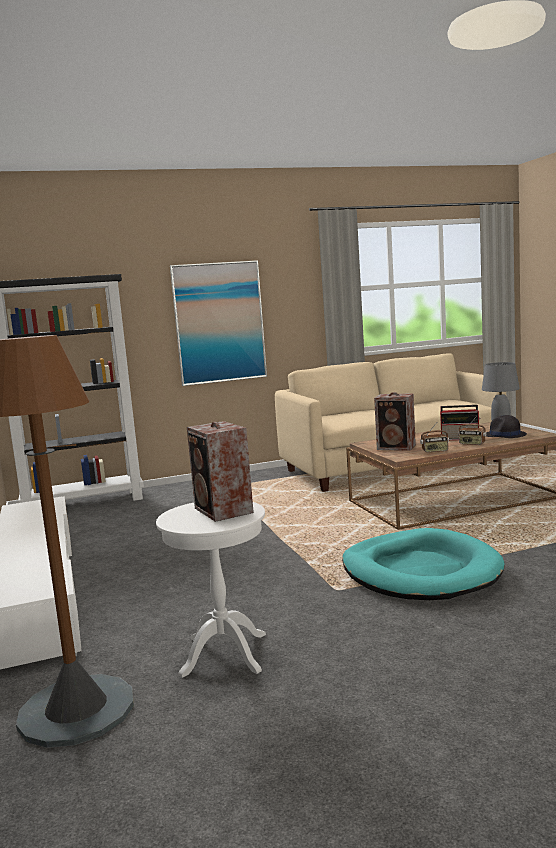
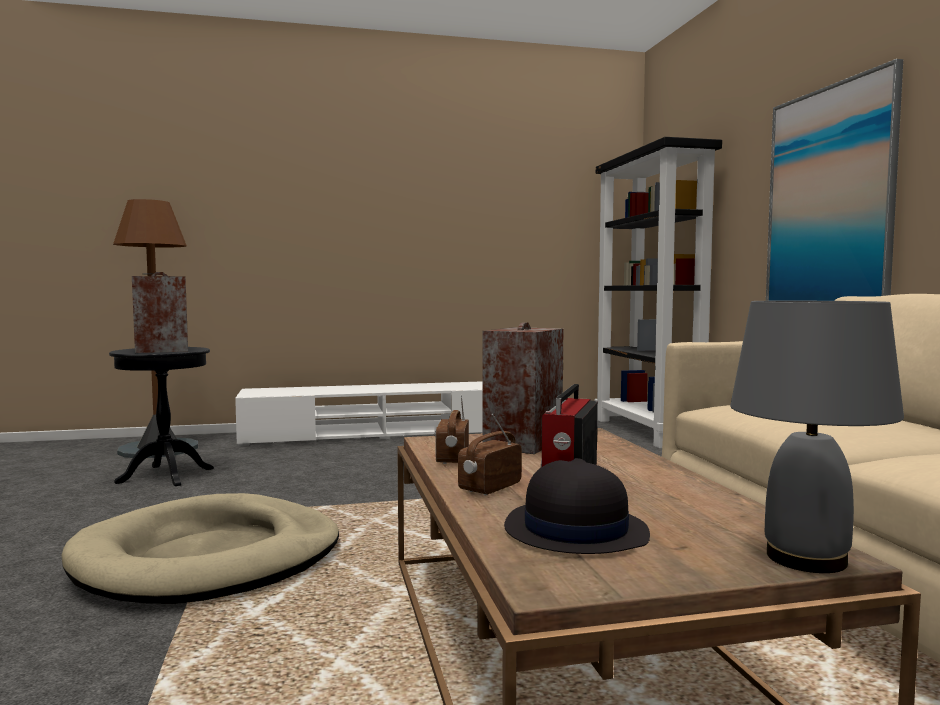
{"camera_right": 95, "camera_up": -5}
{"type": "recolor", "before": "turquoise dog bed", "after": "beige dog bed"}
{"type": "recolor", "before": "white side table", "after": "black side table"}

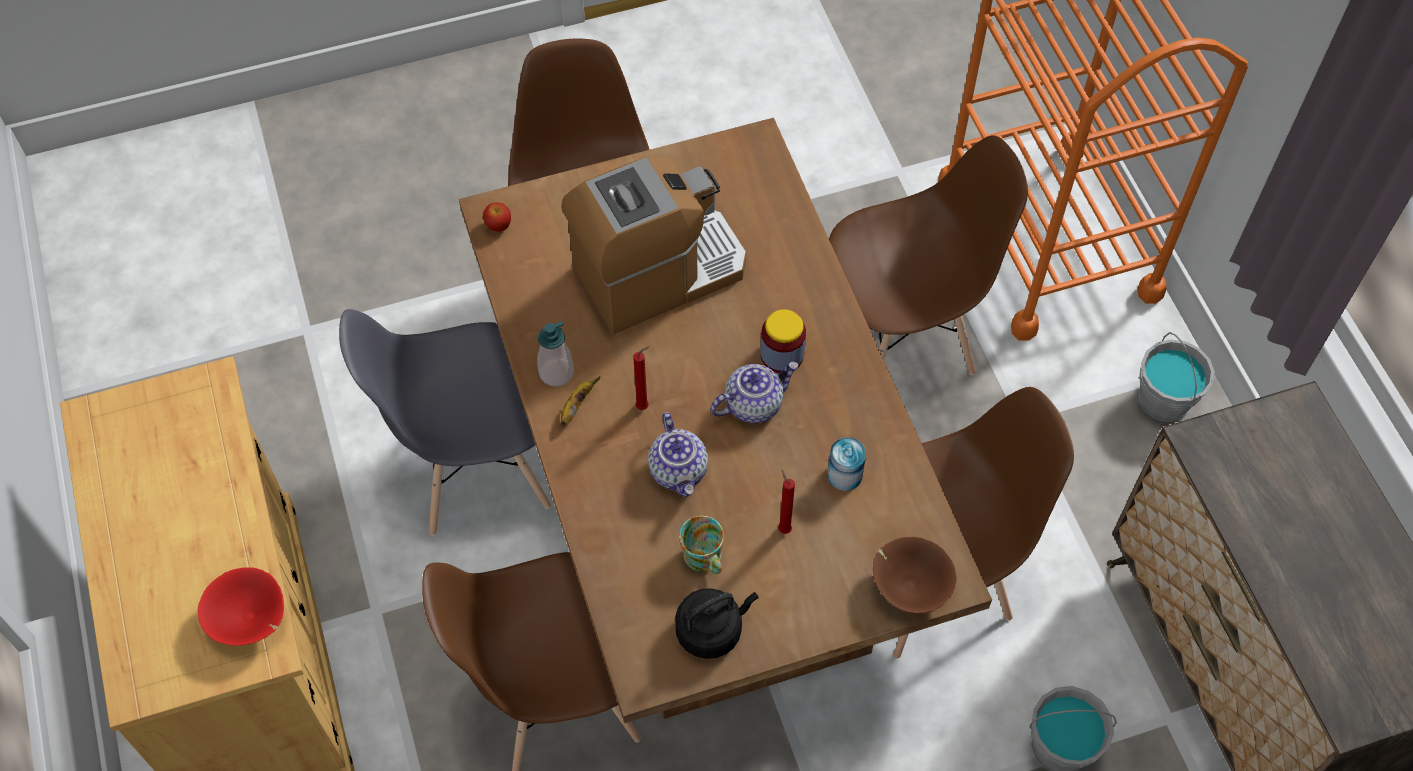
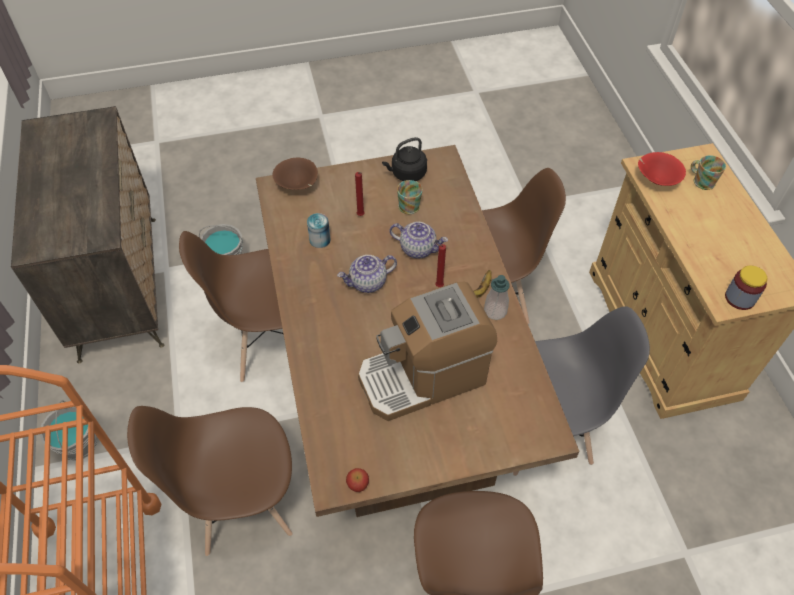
{"camera_right": -175, "camera_up": -5}
{"type": "move", "before": "apple"}
{"type": "rotate", "before": "teapot (1st from left in the first image)", "turn": 120}
{"type": "insert", "after": "mug (2nd from left)"}
{"type": "move", "before": "jar"}

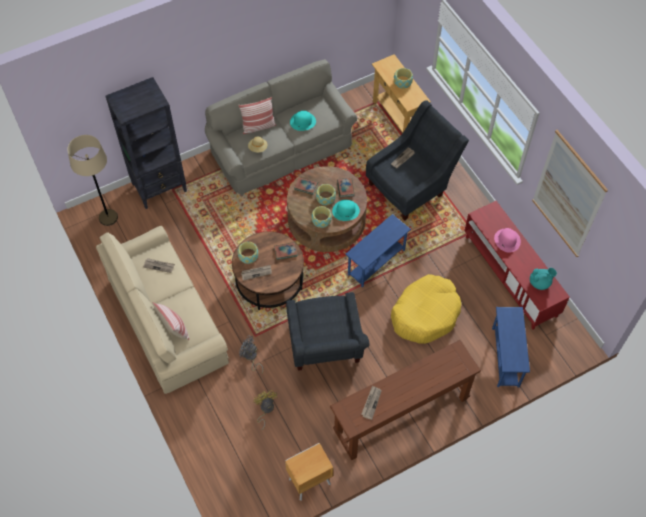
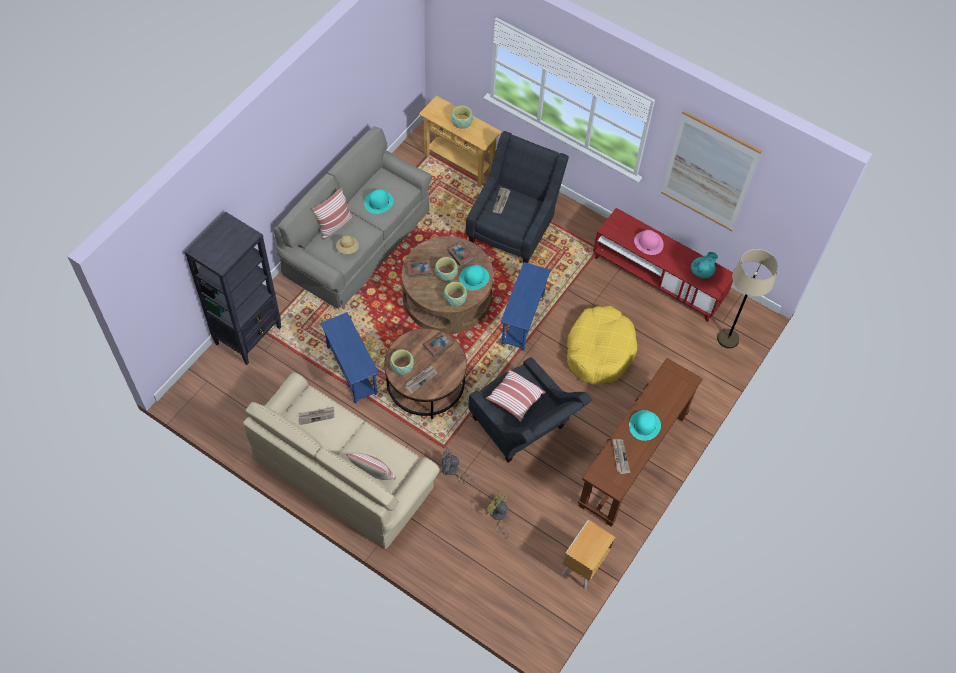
{"camera_right": -30, "camera_up": 0}
{"type": "move", "before": "blue side table (2nd from left in the first image)", "after": "blue side table (1st from left)"}
{"type": "insert", "after": "pillow (3rd from left)"}
{"type": "insert", "after": "turquoise hat (3rd from left)"}
{"type": "move", "before": "beige floor lamp"}

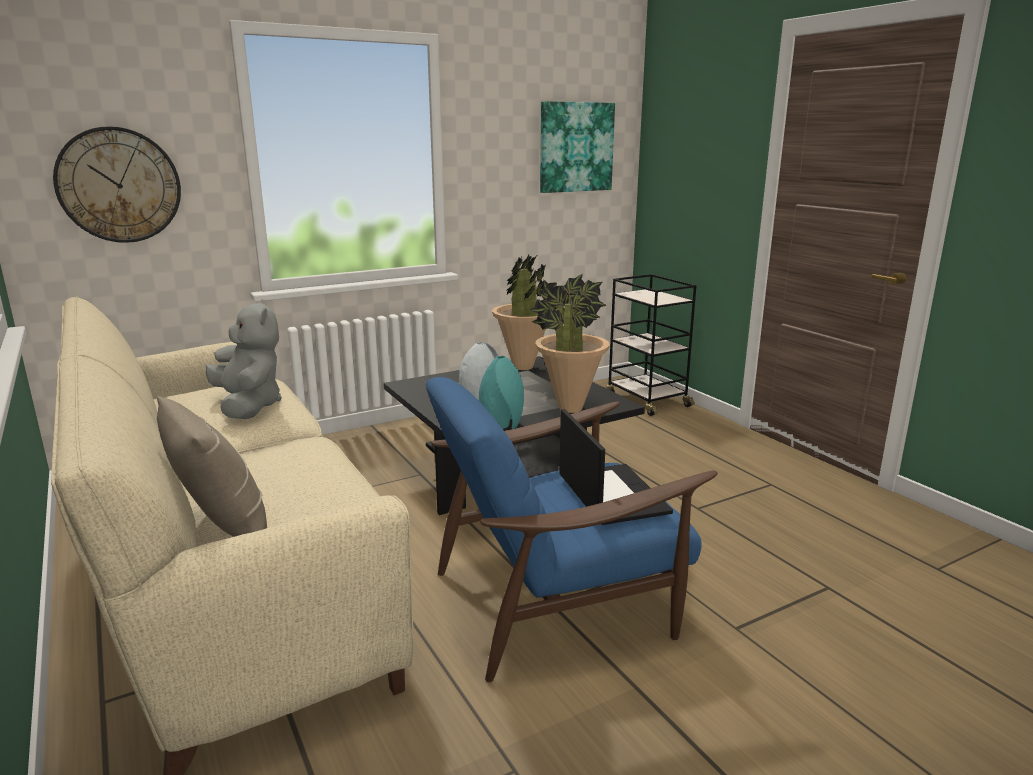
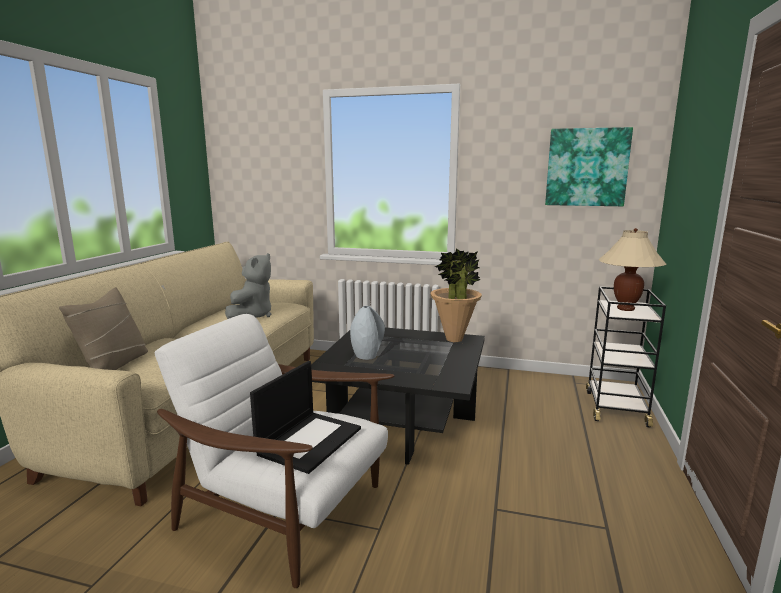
{"camera_right": 45, "camera_up": -5}
{"type": "recolor", "before": "blue armchair", "after": "white armchair"}
{"type": "insert", "after": "beige table lamp"}
{"type": "delete", "before": "wall clock"}
{"type": "delete", "before": "turquoise vase"}
{"type": "delete", "before": "potted plant (2nd from left)"}

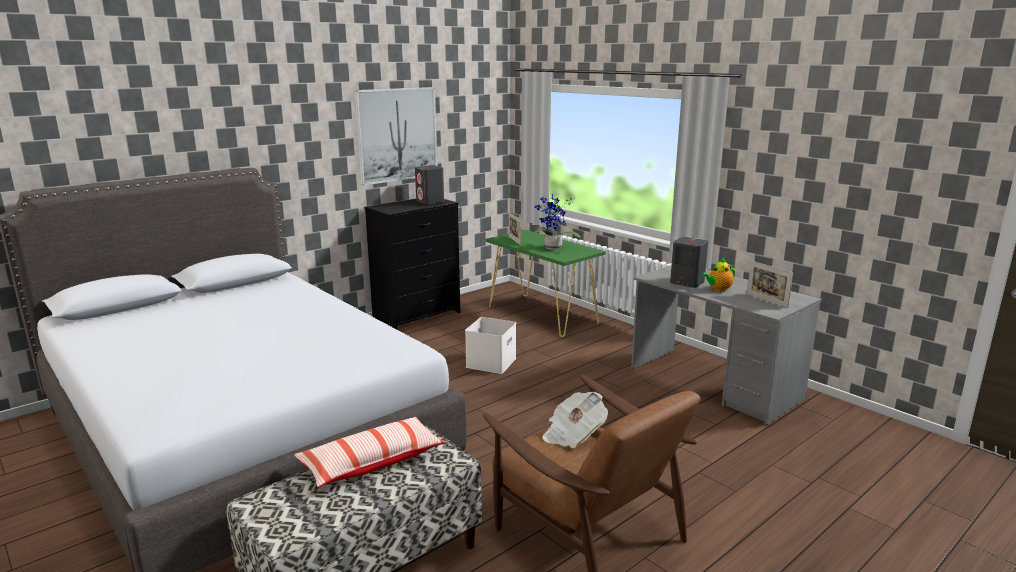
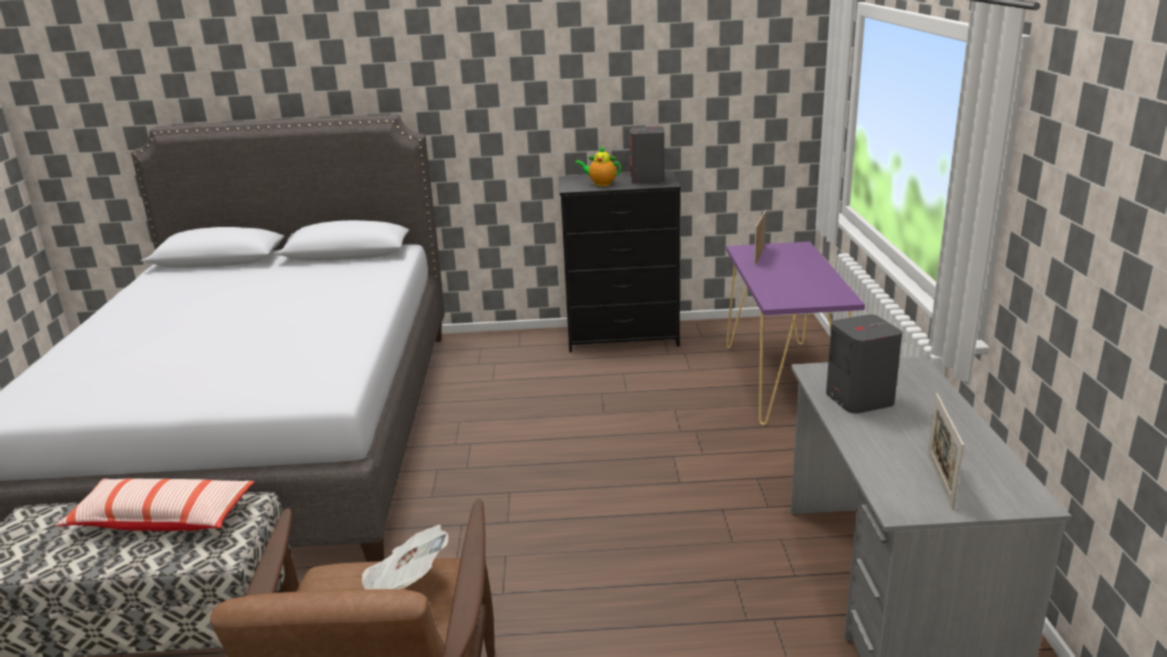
{"camera_right": 40, "camera_up": 5}
{"type": "move", "before": "teapot"}
{"type": "recolor", "before": "green console table", "after": "purple console table"}
{"type": "delete", "before": "picture"}
{"type": "delete", "before": "white storage box"}
{"type": "delete", "before": "potted plant"}

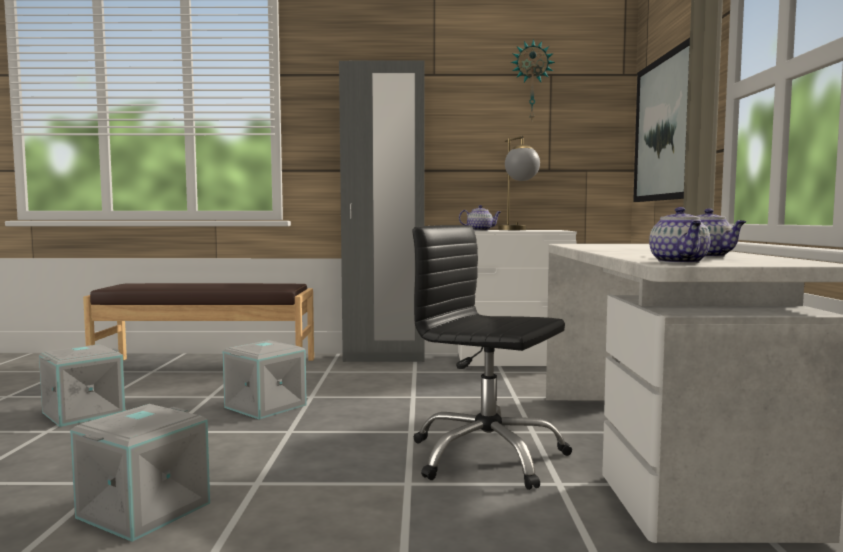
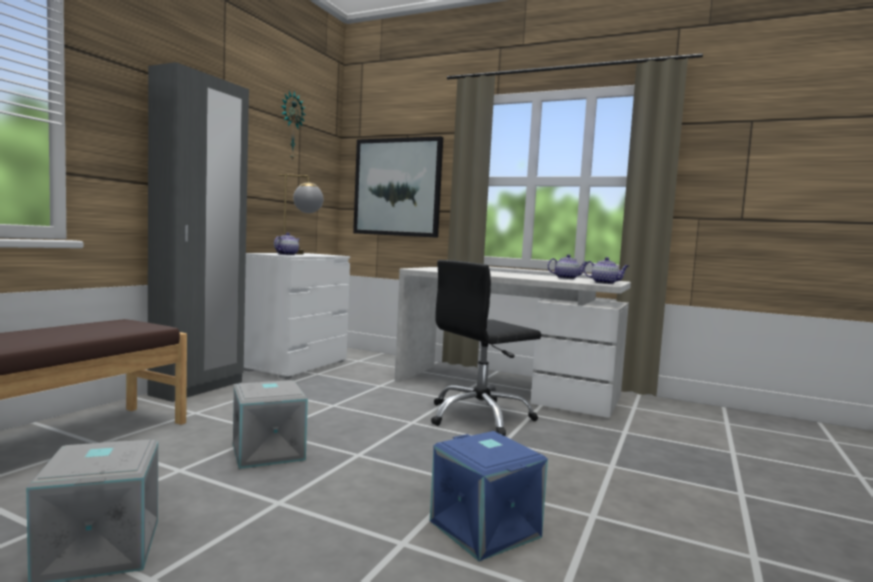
{"camera_right": -65, "camera_up": 0}
{"type": "recolor", "before": "grey storage box (2nd from left)", "after": "blue storage box"}

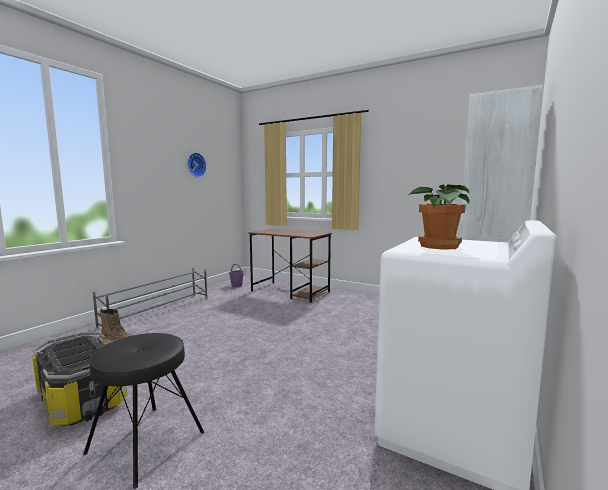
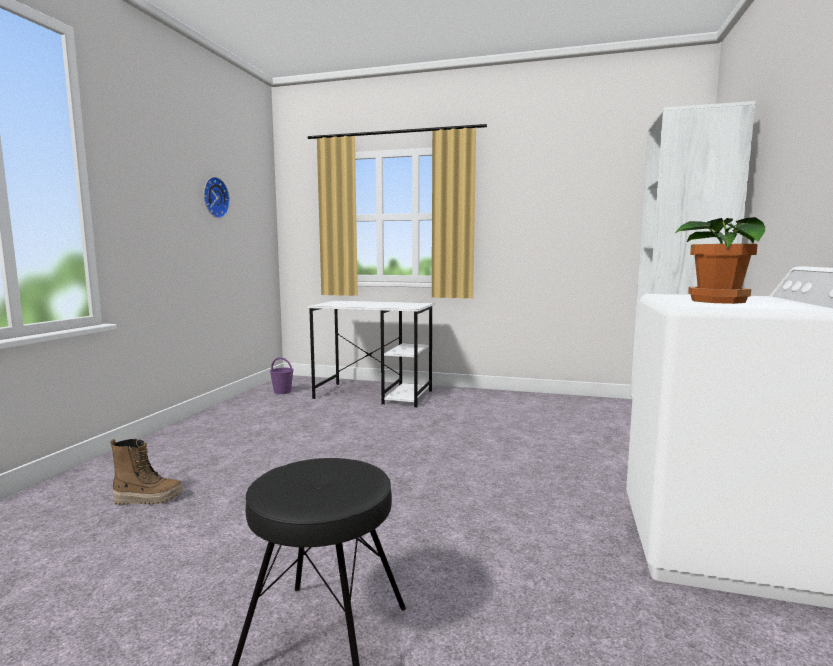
{"camera_right": -15, "camera_up": 0}
{"type": "recolor", "before": "brown desk", "after": "white desk"}
{"type": "delete", "before": "storage box"}
{"type": "delete", "before": "grey shoe rack"}

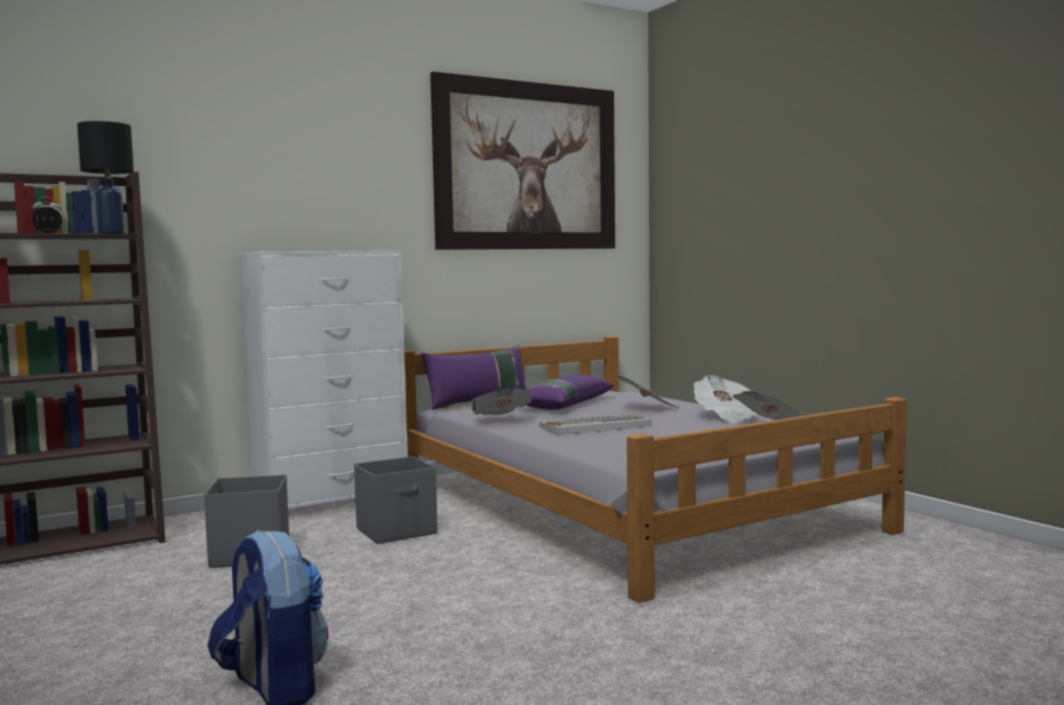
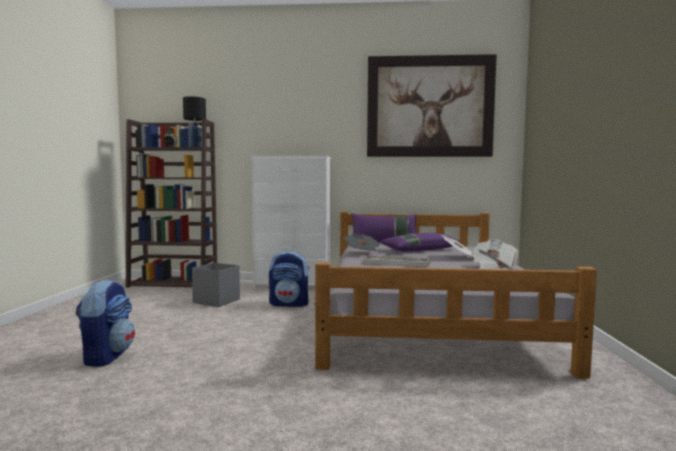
{"camera_right": 35, "camera_up": 0}
{"type": "replace", "before": "grey storage box (2nd from left)", "after": "backpack (2nd from left)"}

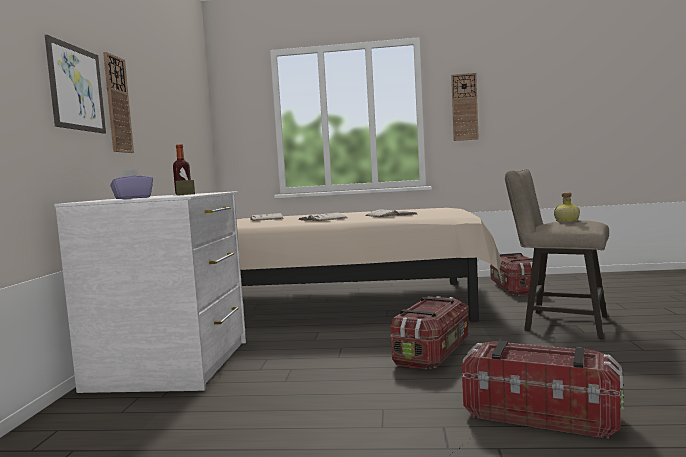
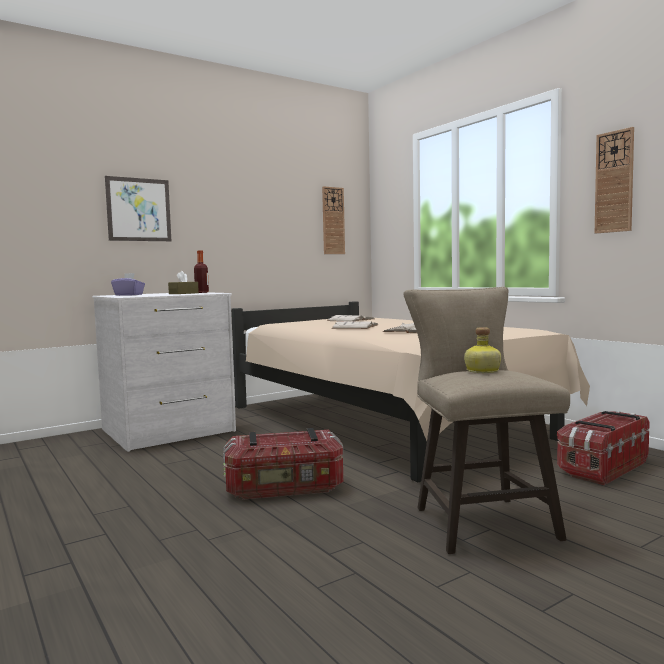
{"camera_right": 50, "camera_up": 0}
{"type": "move", "before": "wall clock (1st from left)"}
{"type": "delete", "before": "storage box (3rd from left)"}

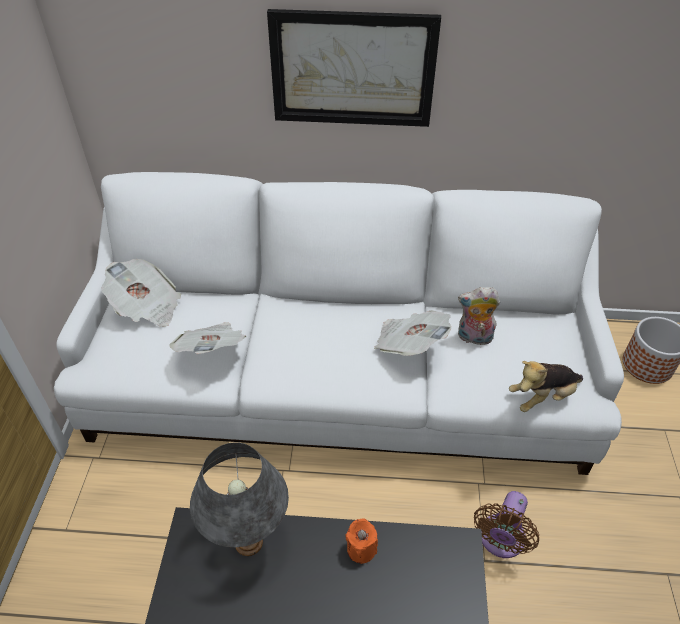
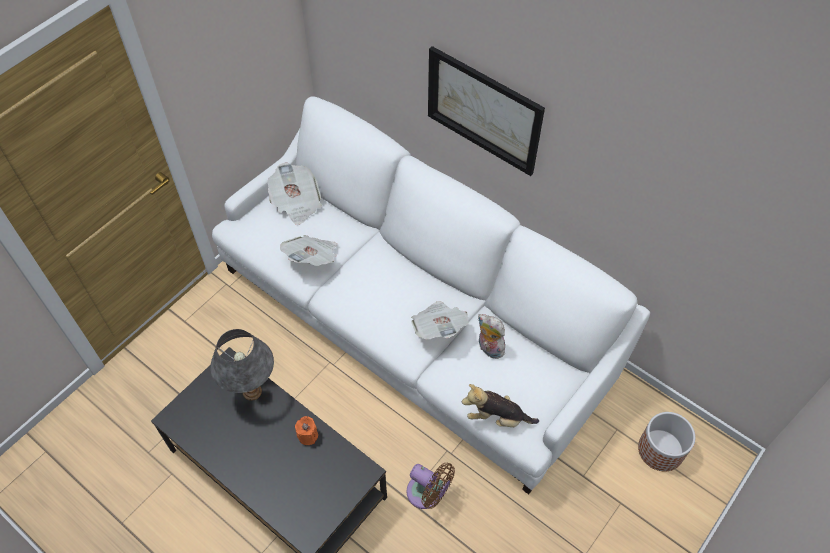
{"camera_right": 35, "camera_up": 10}
{"type": "rotate", "before": "brown fan", "turn": -120}

